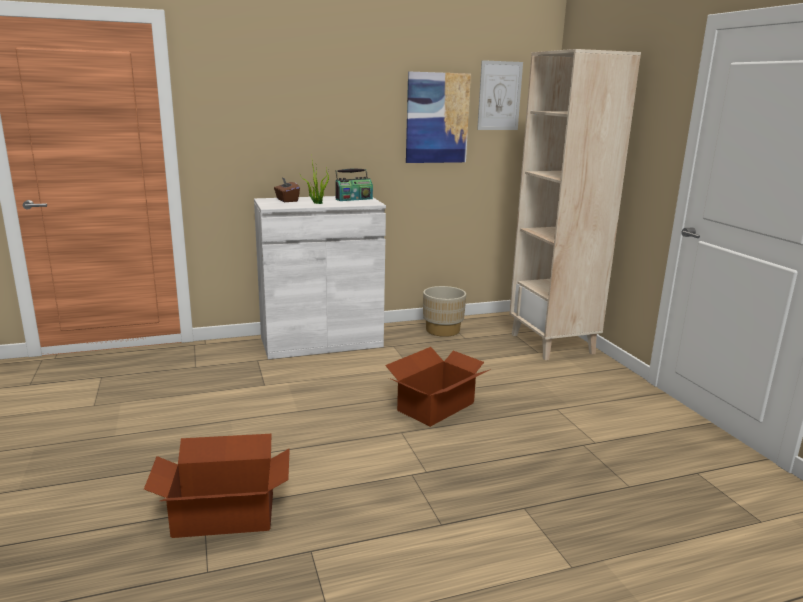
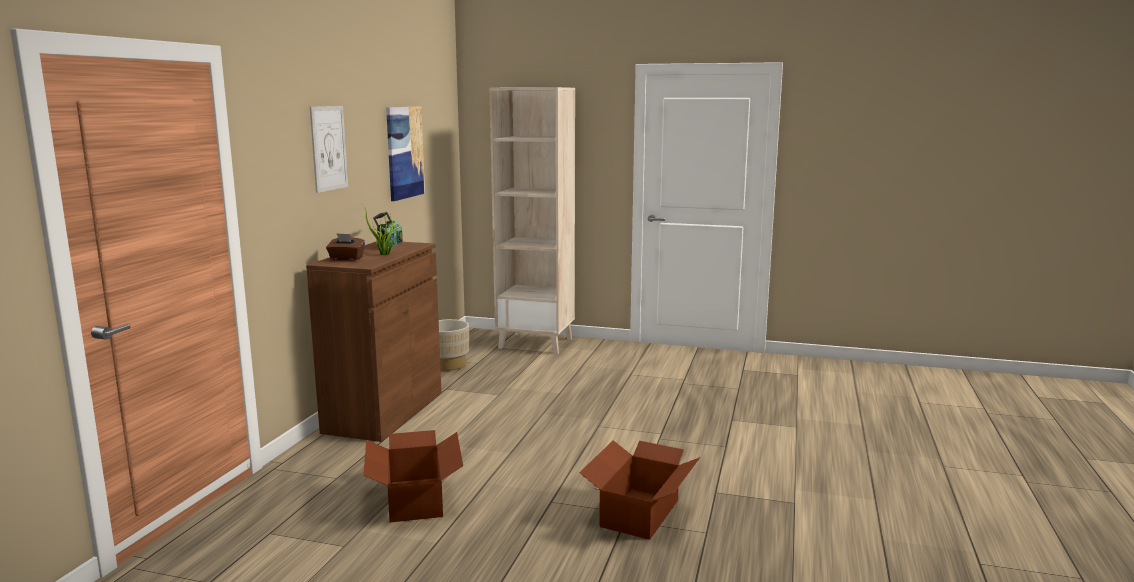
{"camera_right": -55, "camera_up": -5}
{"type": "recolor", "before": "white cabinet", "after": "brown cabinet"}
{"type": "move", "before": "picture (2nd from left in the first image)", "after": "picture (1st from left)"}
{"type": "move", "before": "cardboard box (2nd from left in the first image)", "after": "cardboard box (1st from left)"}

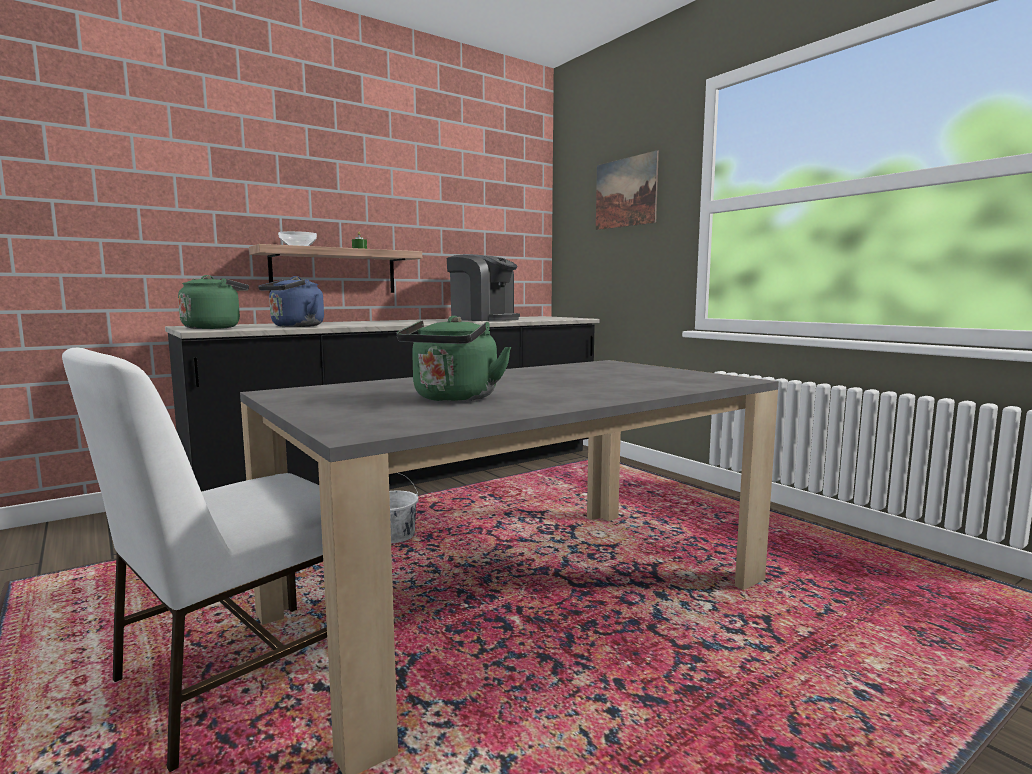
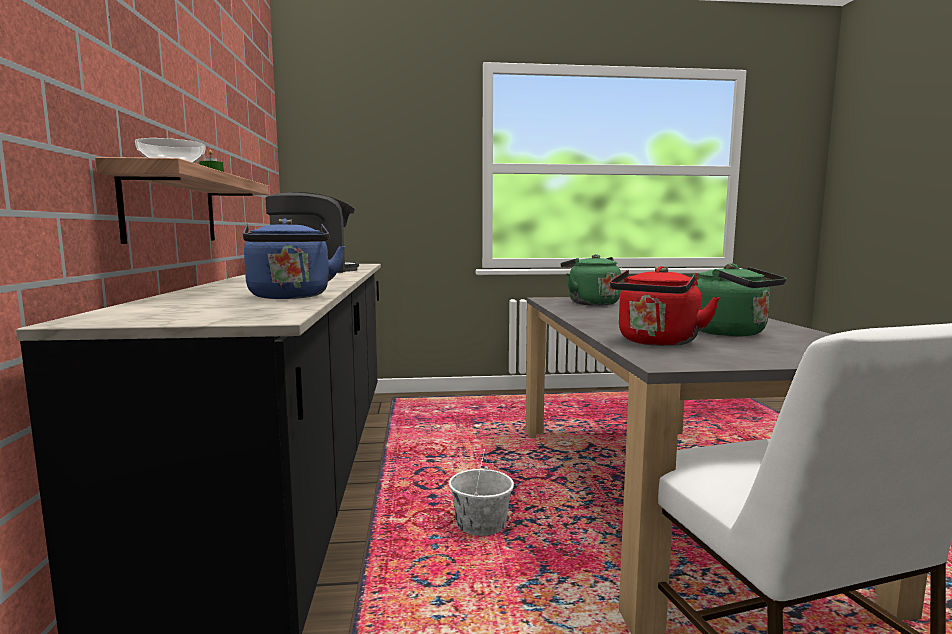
{"camera_right": -60, "camera_up": 0}
{"type": "move", "before": "green kettle (1st from left)"}
{"type": "insert", "after": "red kettle"}
{"type": "delete", "before": "picture"}

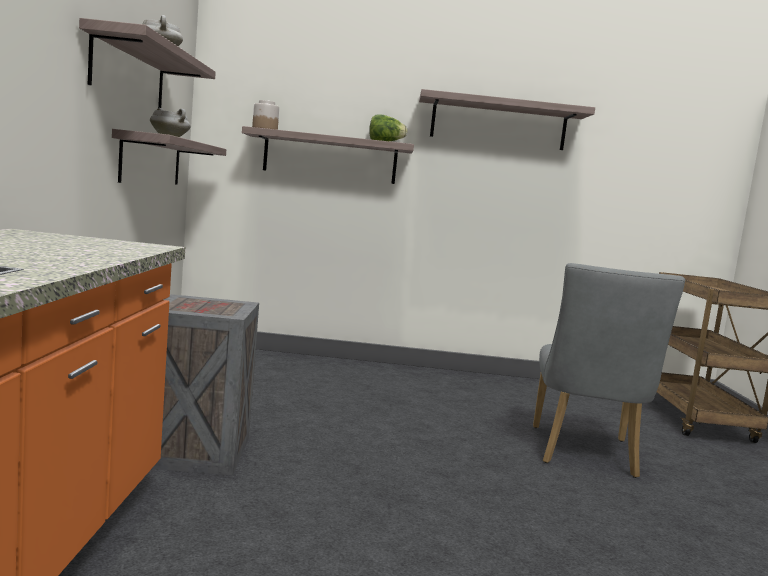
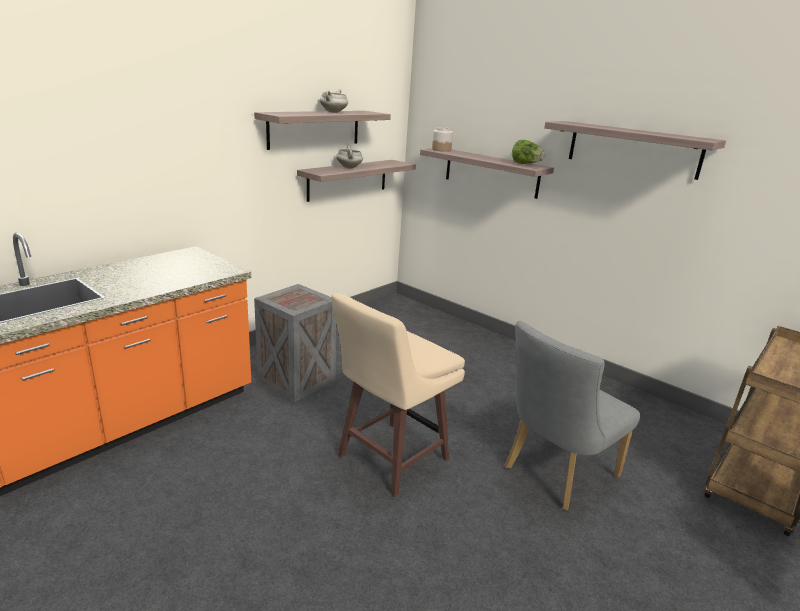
{"camera_right": 40, "camera_up": 15}
{"type": "insert", "after": "beige stool"}

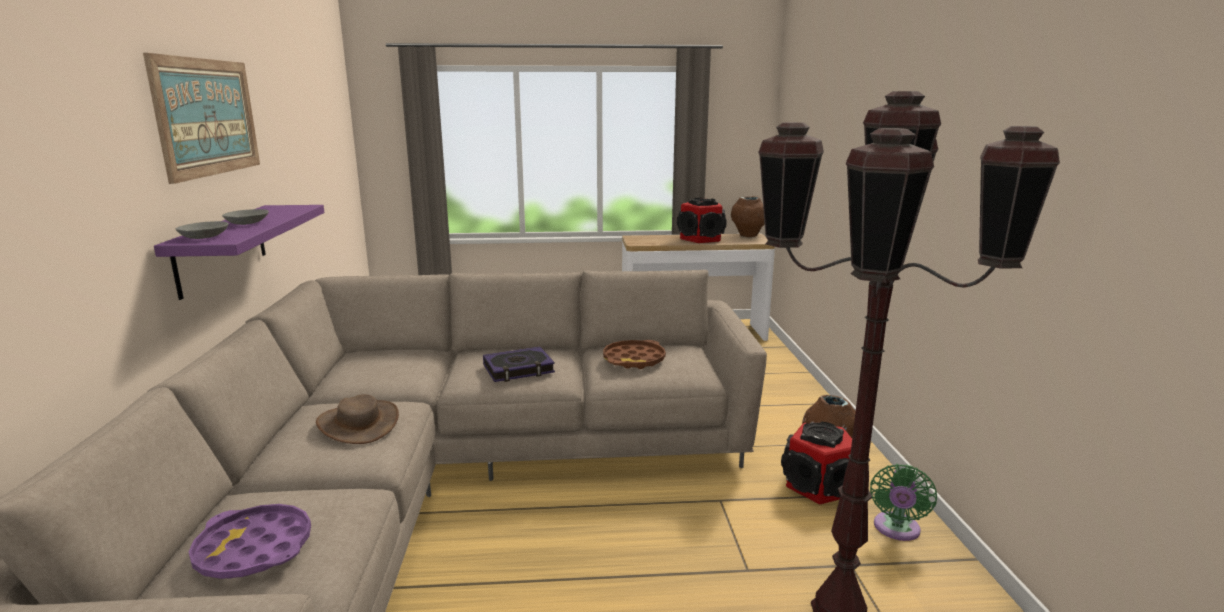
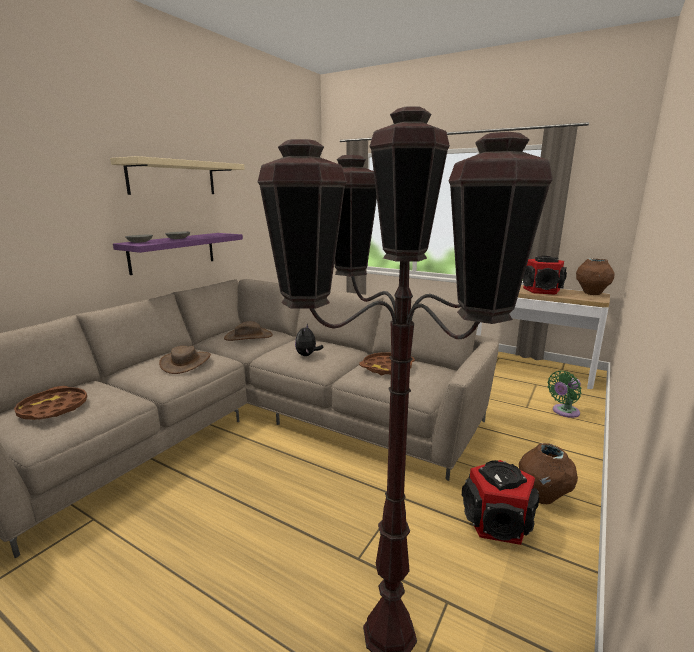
{"camera_right": 35, "camera_up": 0}
{"type": "recolor", "before": "purple tray", "after": "brown tray (1st from left)"}
{"type": "replace", "before": "picture", "after": "beige shelf"}
{"type": "insert", "after": "brown hat (2nd from left)"}
{"type": "replace", "before": "book", "after": "plush toy"}
{"type": "move", "before": "green fan"}

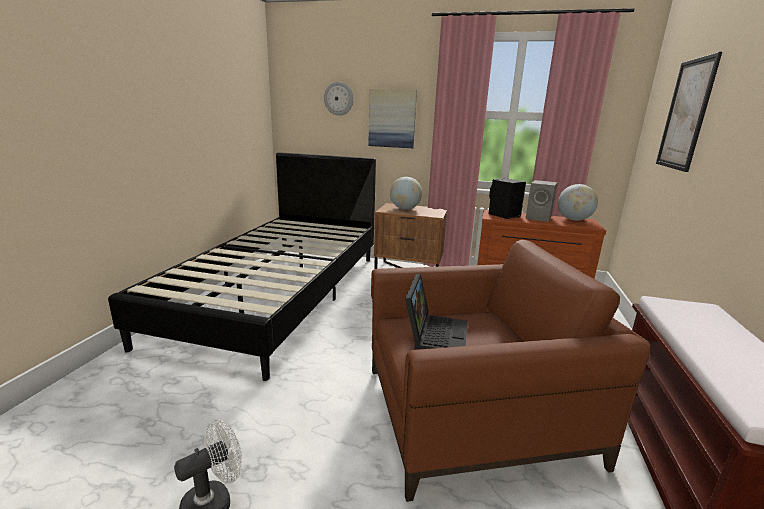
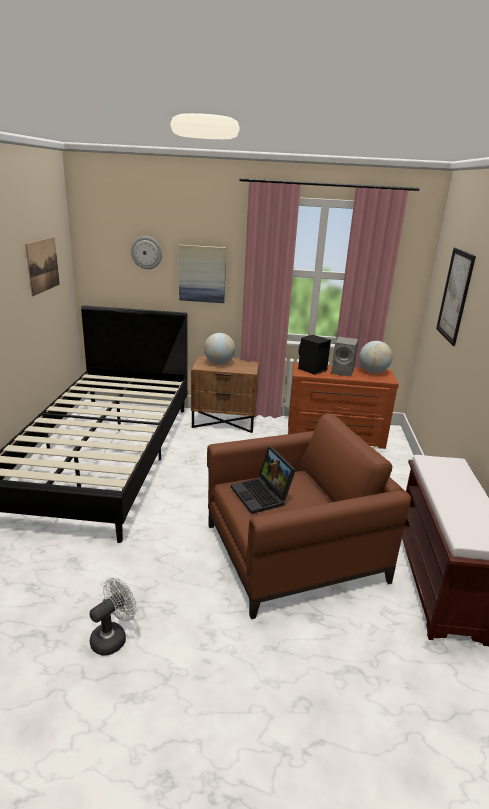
{"camera_right": -10, "camera_up": 5}
{"type": "insert", "after": "picture (1st from left)"}
{"type": "rotate", "before": "laptop", "turn": 150}

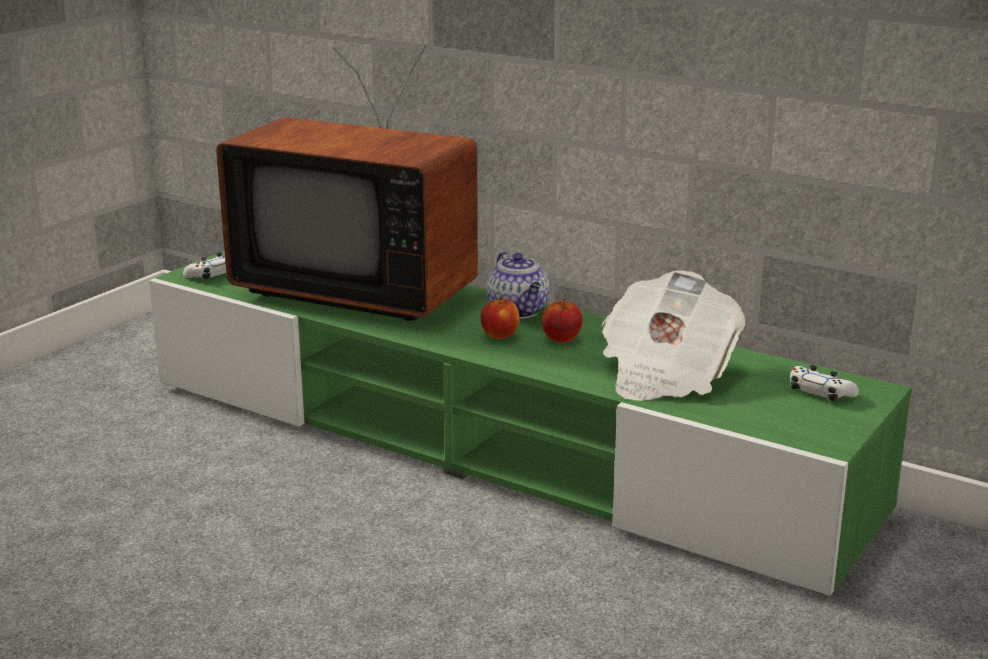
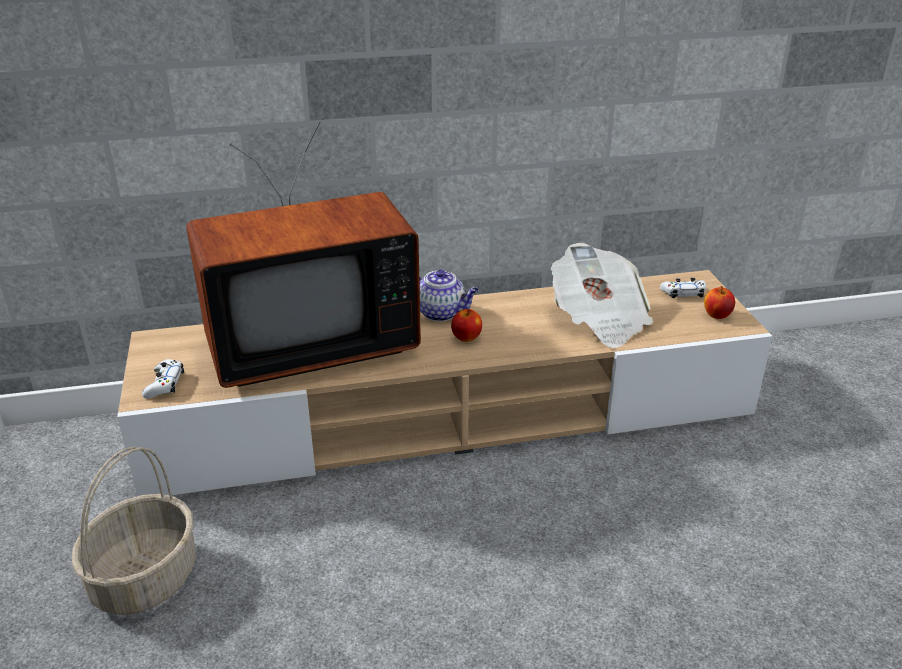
{"camera_right": -45, "camera_up": 10}
{"type": "insert", "after": "basket"}
{"type": "recolor", "before": "green tv stand", "after": "beige tv stand"}
{"type": "move", "before": "apple (2nd from left)"}

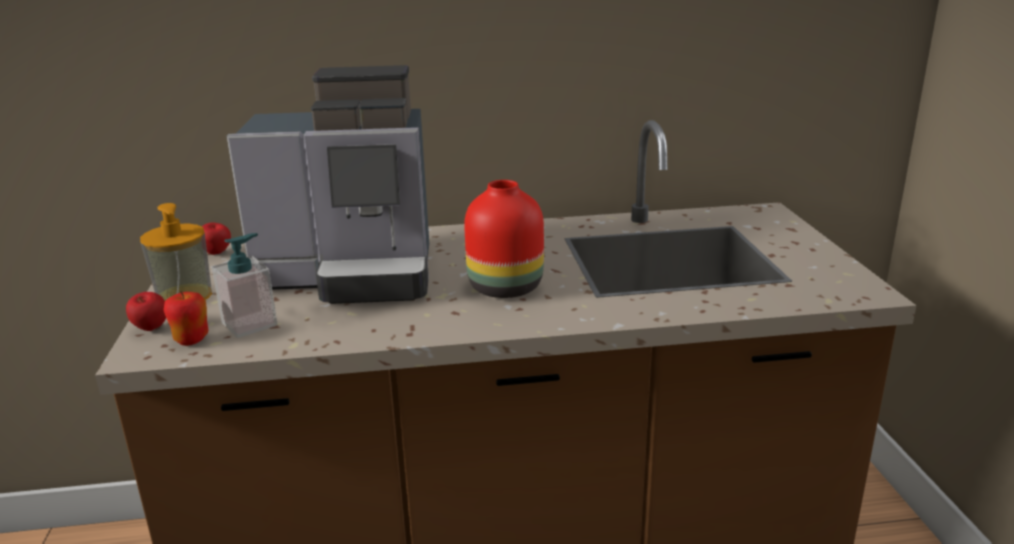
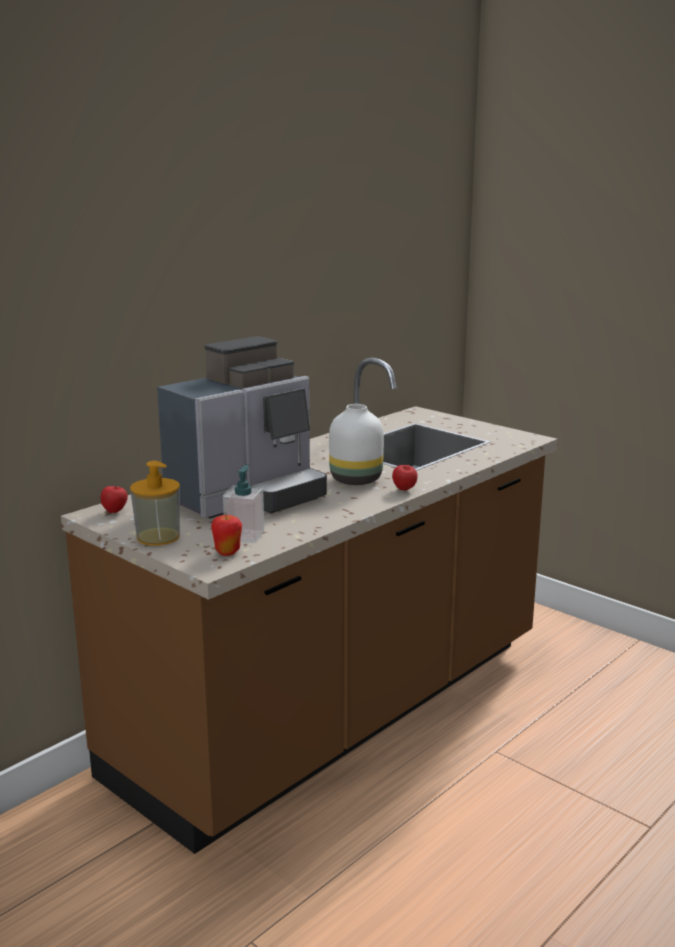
{"camera_right": -40, "camera_up": -5}
{"type": "recolor", "before": "red vase", "after": "white vase"}
{"type": "move", "before": "apple (1st from left in the first image)", "after": "apple (3rd from left)"}

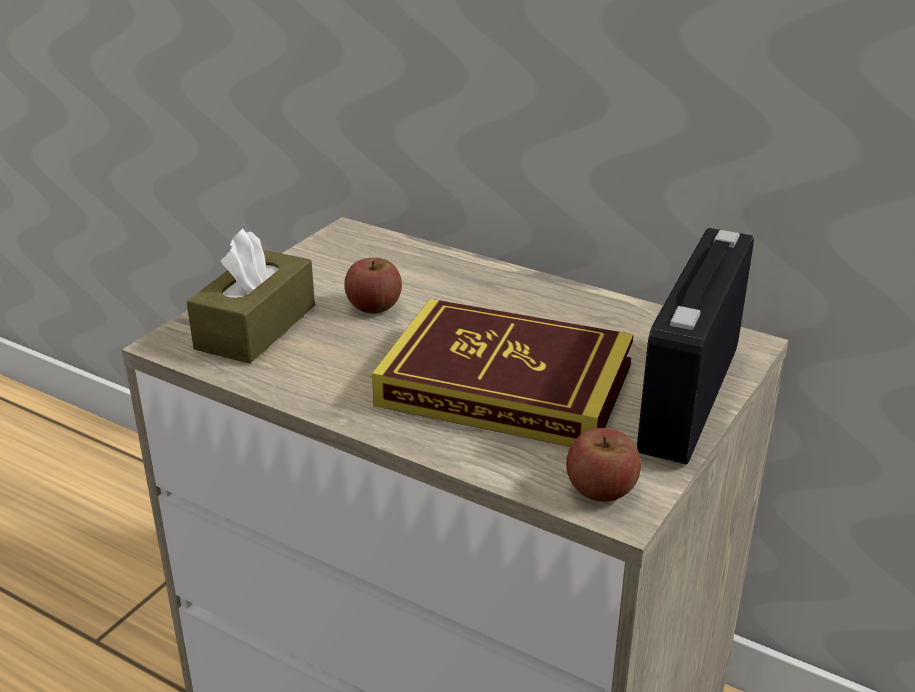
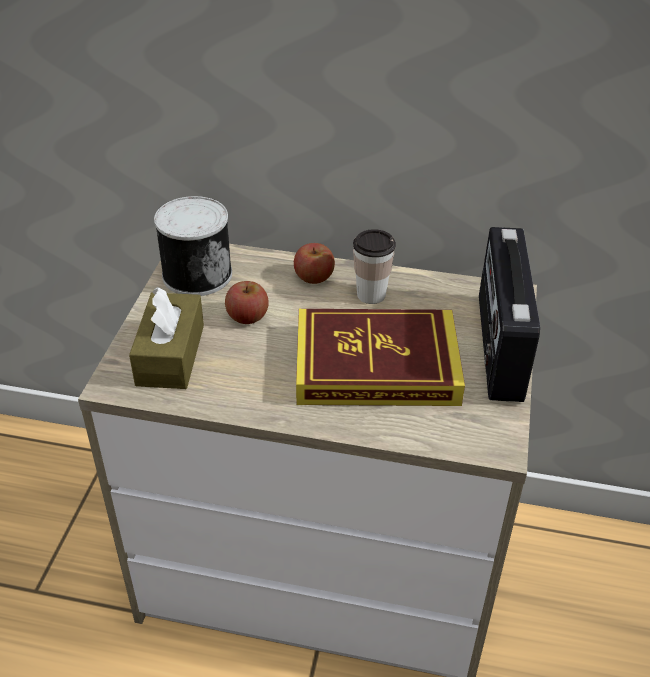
{"camera_right": -20, "camera_up": 10}
{"type": "insert", "after": "can"}
{"type": "move", "before": "apple (2nd from left)"}
{"type": "insert", "after": "cup"}

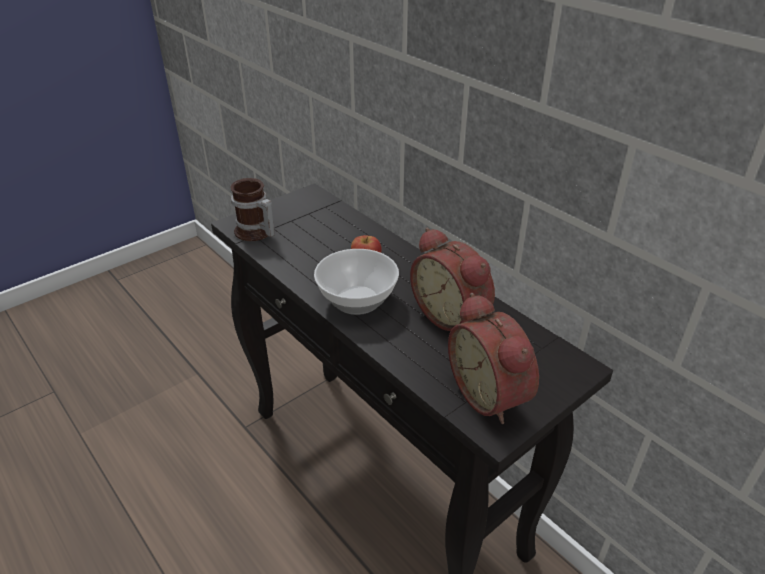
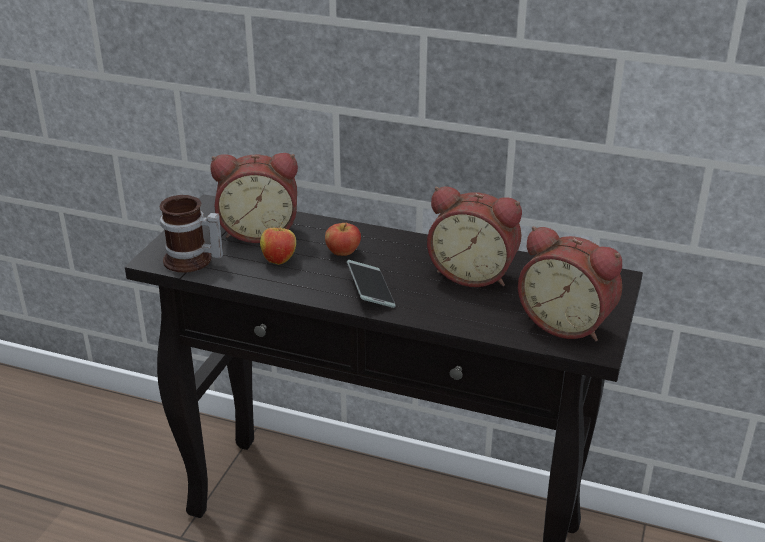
{"camera_right": -30, "camera_up": -5}
{"type": "insert", "after": "alarm clock (1st from left)"}
{"type": "insert", "after": "apple (1st from left)"}
{"type": "replace", "before": "bowl", "after": "phone"}

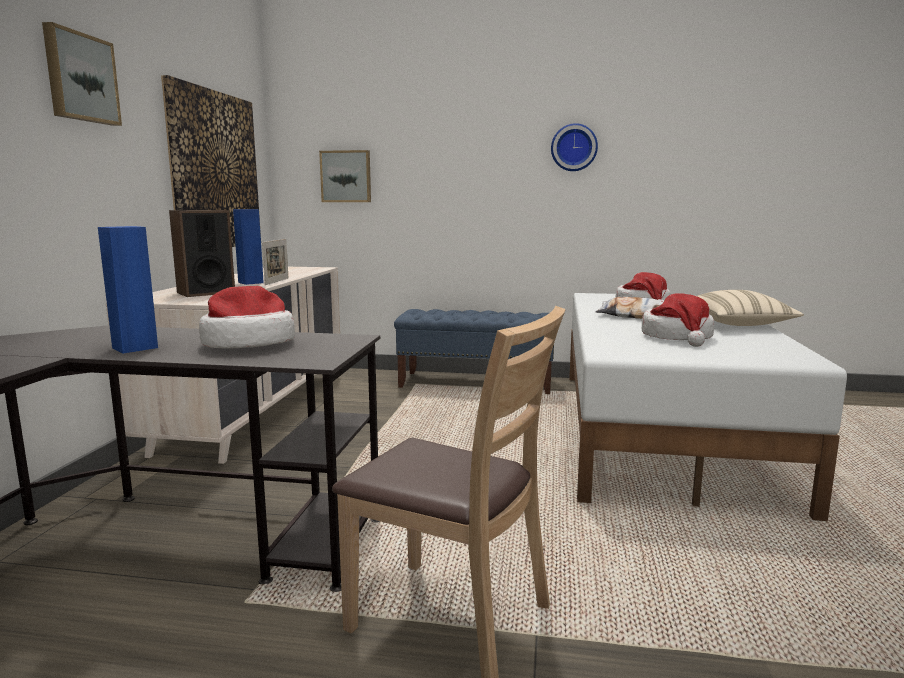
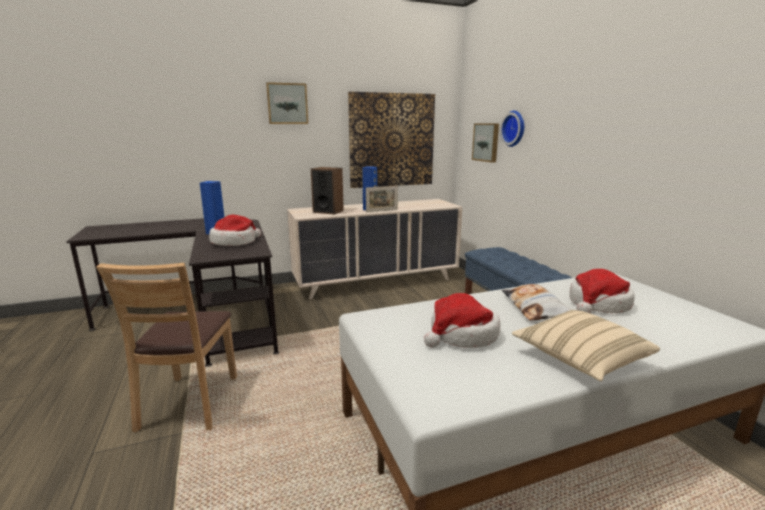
{"camera_right": 60, "camera_up": 5}
{"type": "move", "before": "wall clock"}

